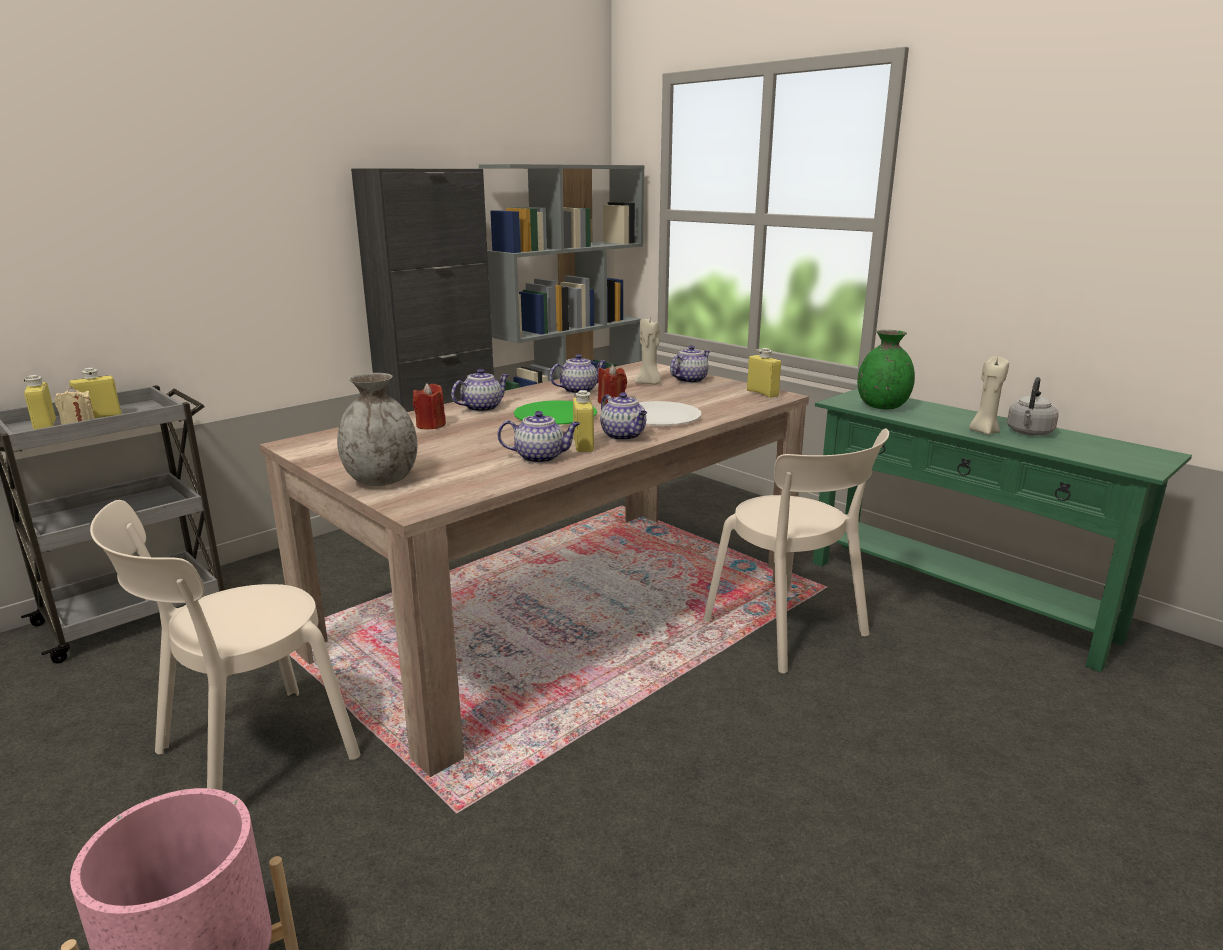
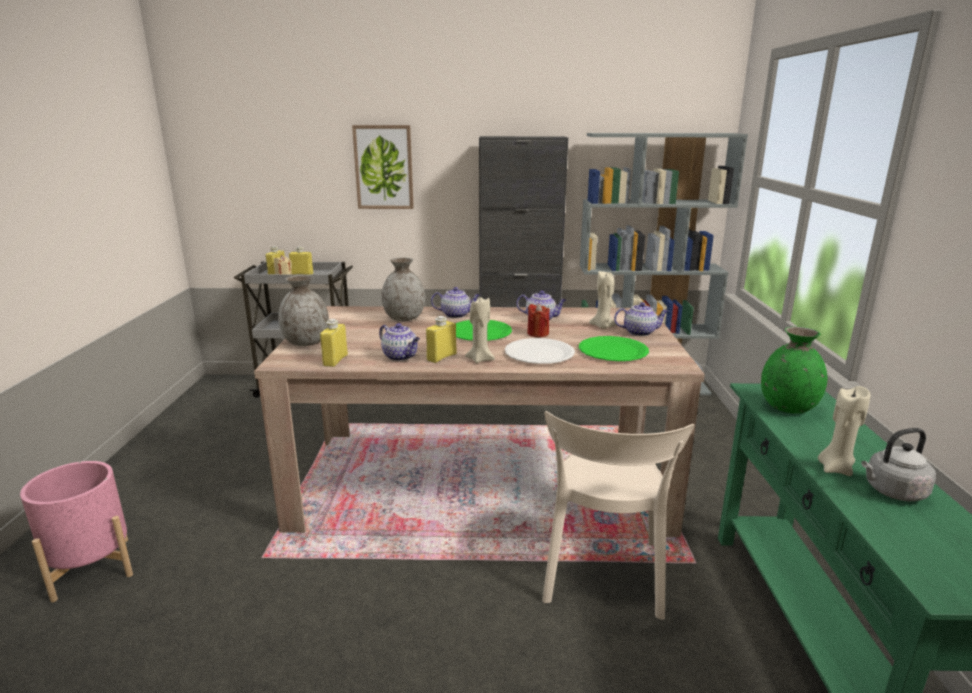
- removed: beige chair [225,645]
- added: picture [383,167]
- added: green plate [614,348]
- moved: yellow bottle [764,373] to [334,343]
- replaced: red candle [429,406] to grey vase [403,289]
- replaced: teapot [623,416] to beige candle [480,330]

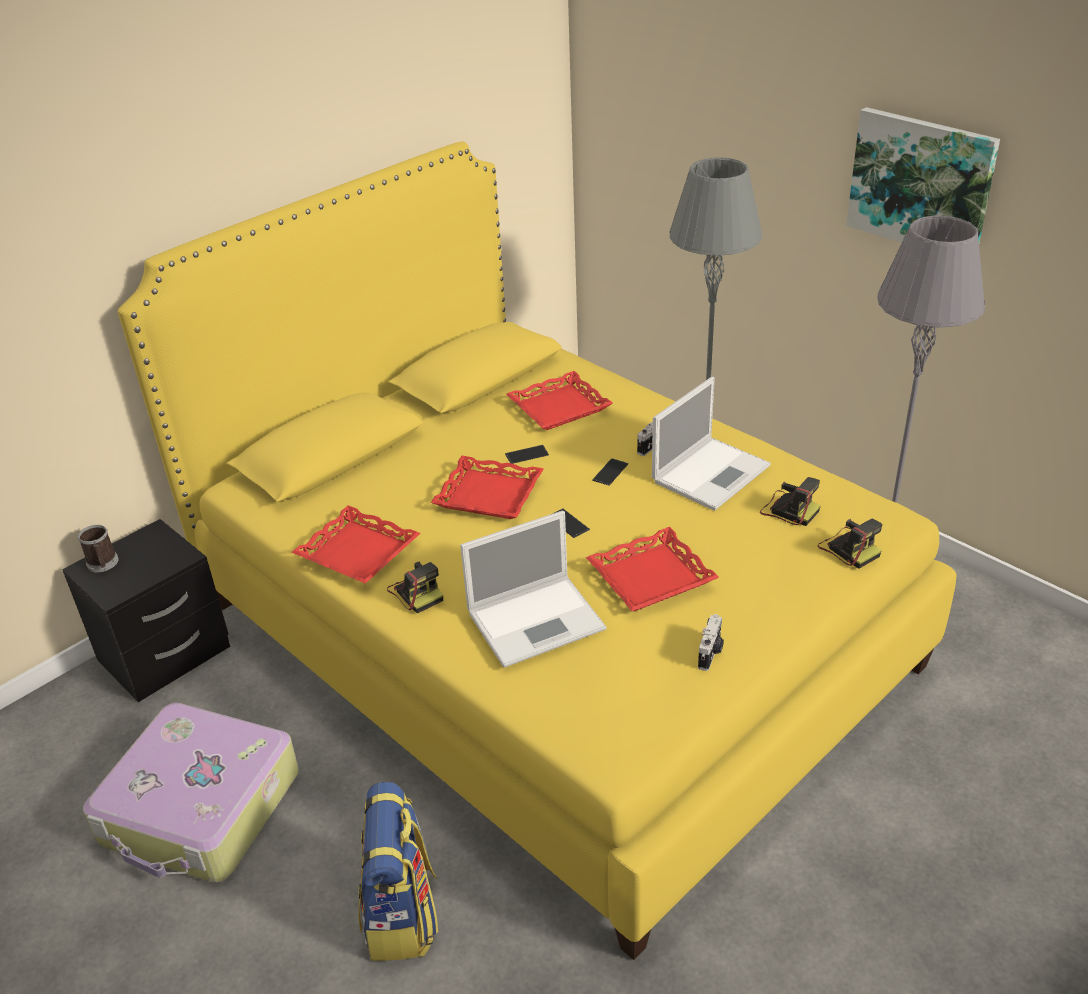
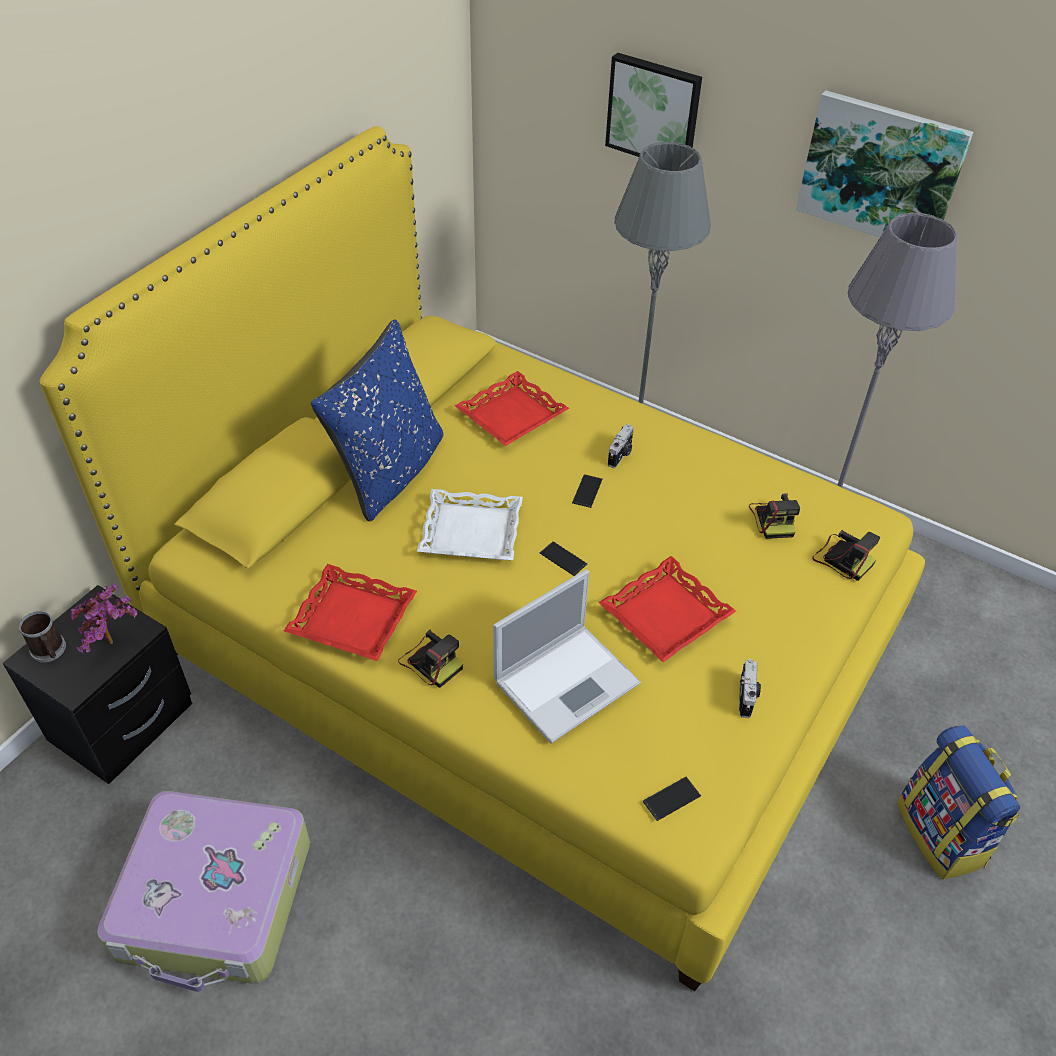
- removed: laptop [711,444]
- added: potted plant [103,618]
- added: blue pillow [377,420]
- added: picture [653,105]
- moved: backpack [398,871] to [958,803]
- moved: phone [527,454] to [671,799]
- recoloured: red tray [487,487] to white tray [470,524]
- turned: photo camera [790,501] = [774,516] 60 degrees clockwise

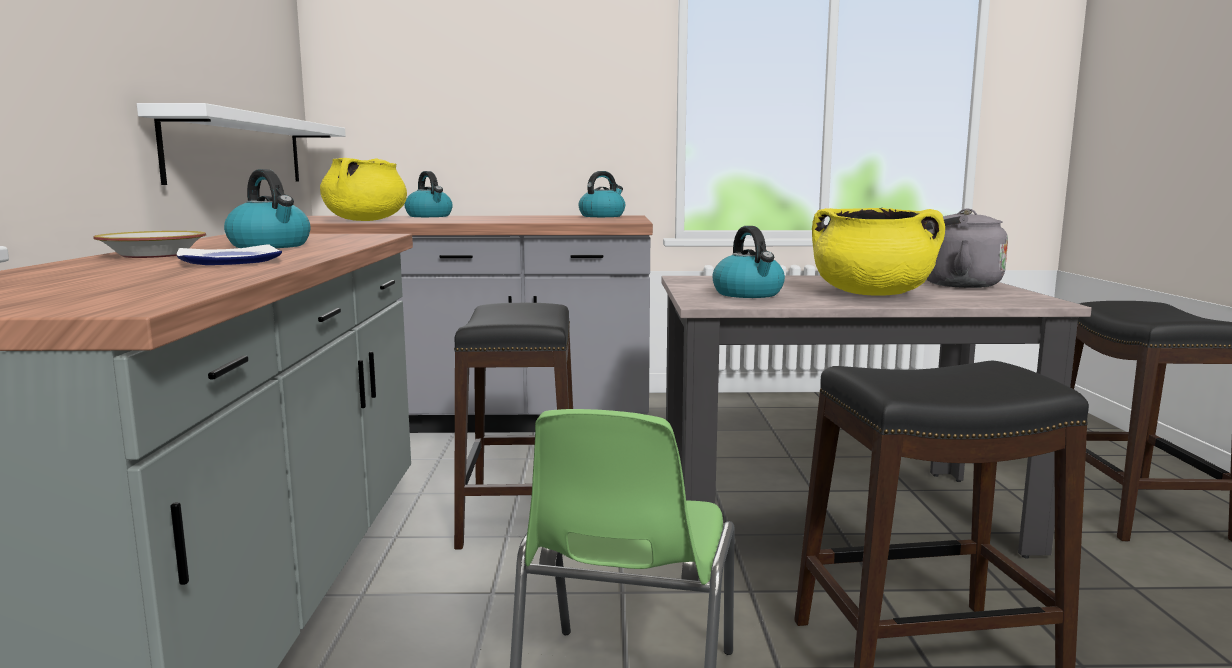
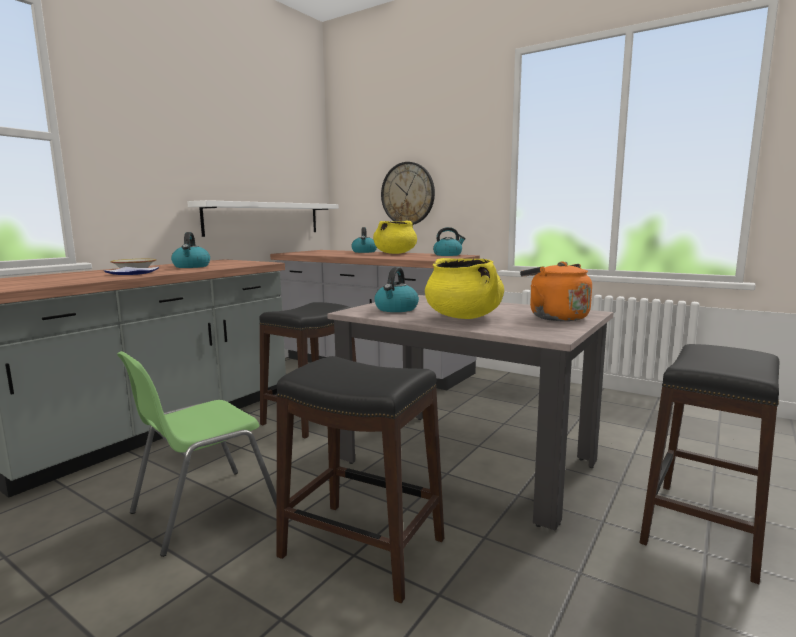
- added: wall clock [408,193]
- moved: yellow cooking pot [363,189] to [395,237]
- recoloured: grey kettle [967,248] to orange kettle [556,291]

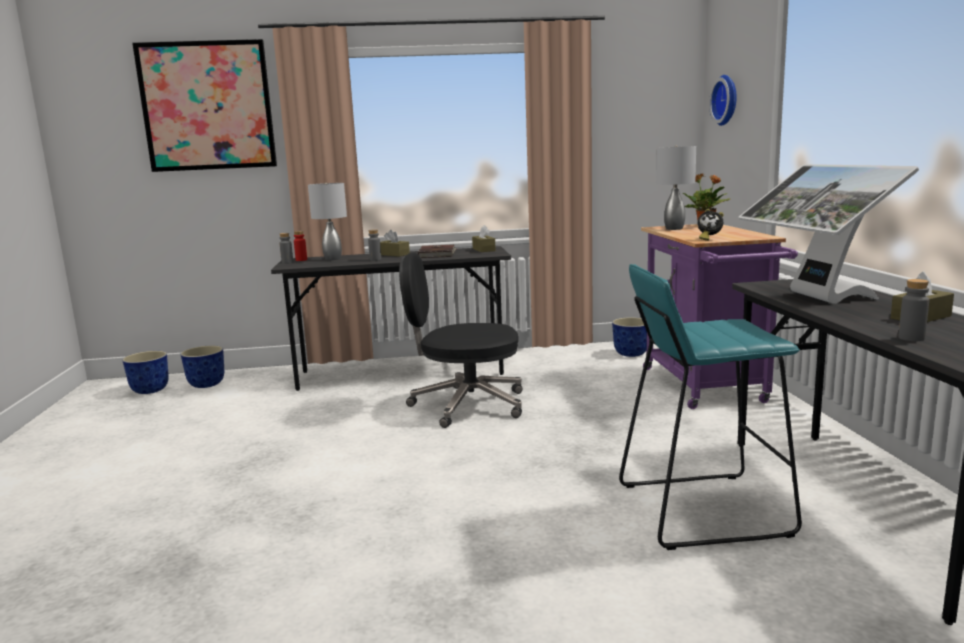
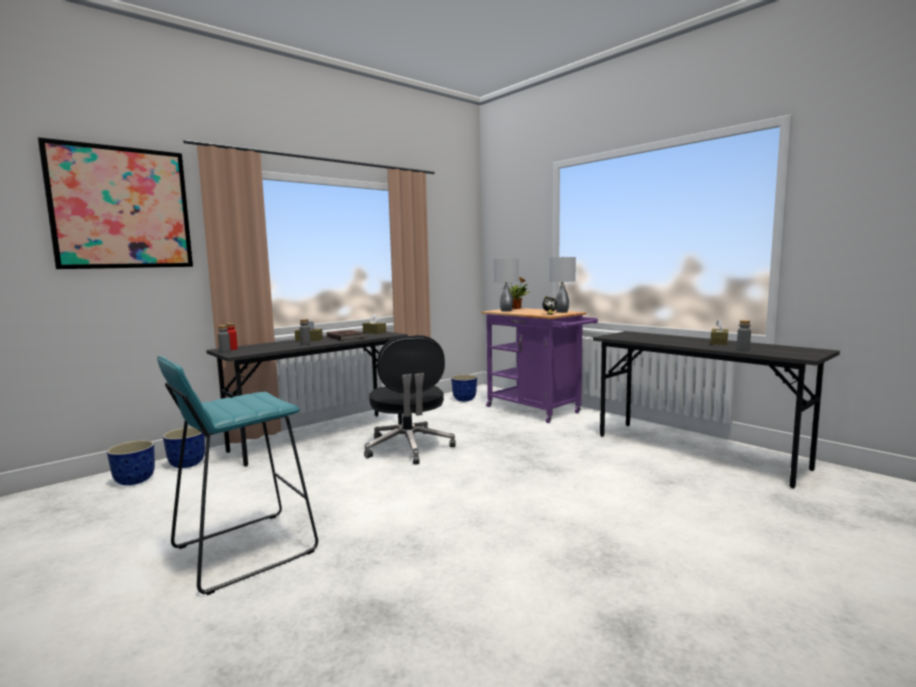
- removed: wall clock [723,100]
- removed: monitor [829,234]
- moved: planter [145,372] to [184,447]
- moved: grey table lamp [327,221] to [562,284]
- moved: turquoise stool [710,407] to [237,475]
- turned: black office chair [460,340] = [410,399] 75 degrees counterclockwise

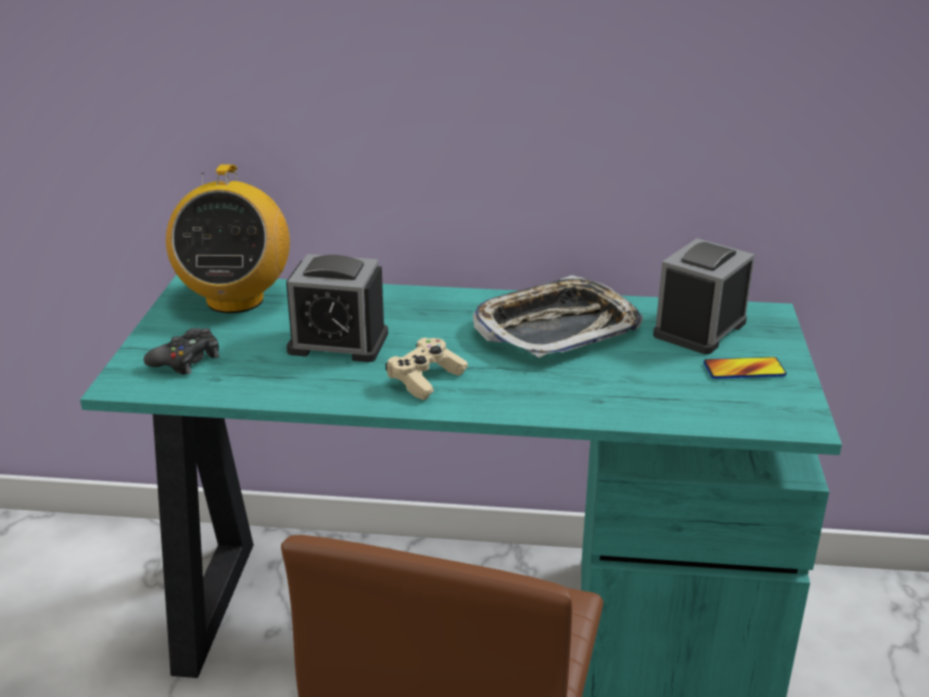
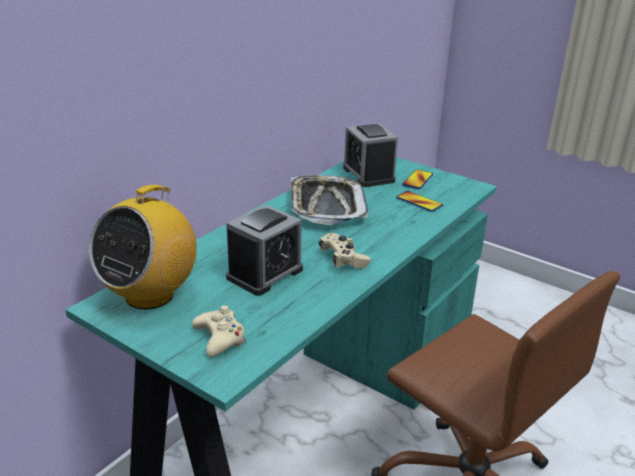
- added: phone [419,201]
- recoloured: black game controller [181,351] to beige game controller [219,331]
- turned: radio [228,239] = [143,247] 90 degrees clockwise

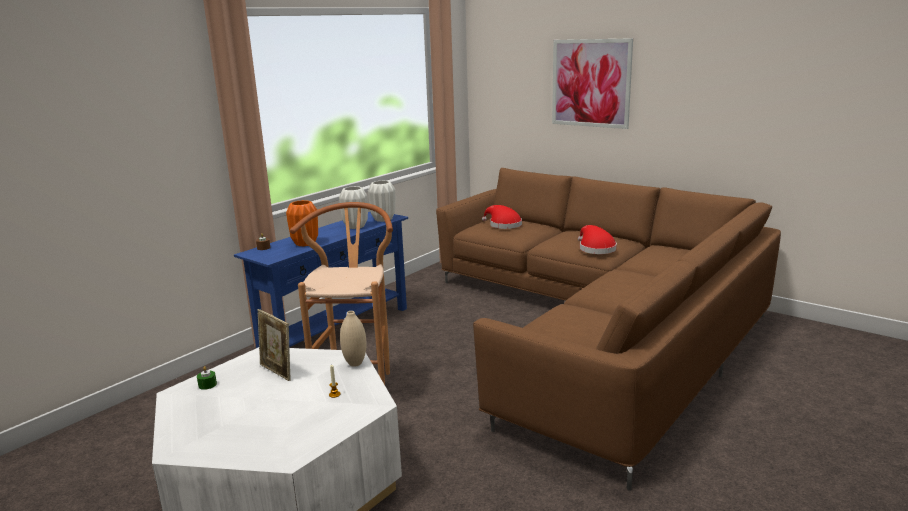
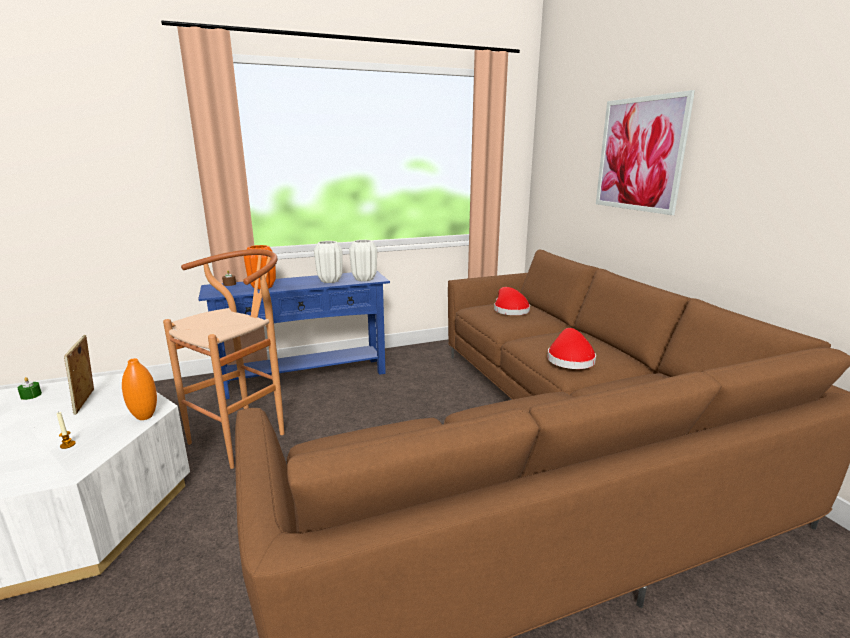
- recoloured: beige vase [353,339] to orange vase [139,389]

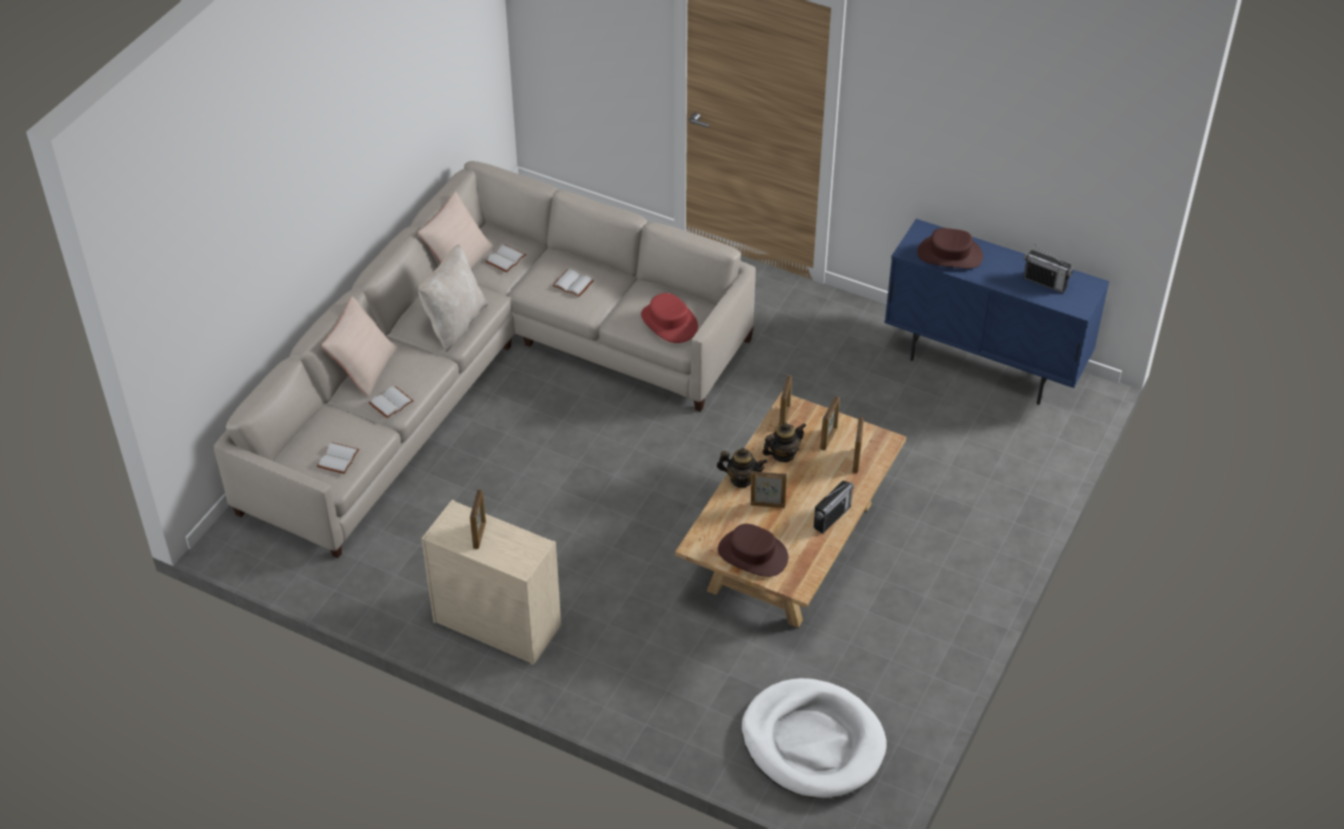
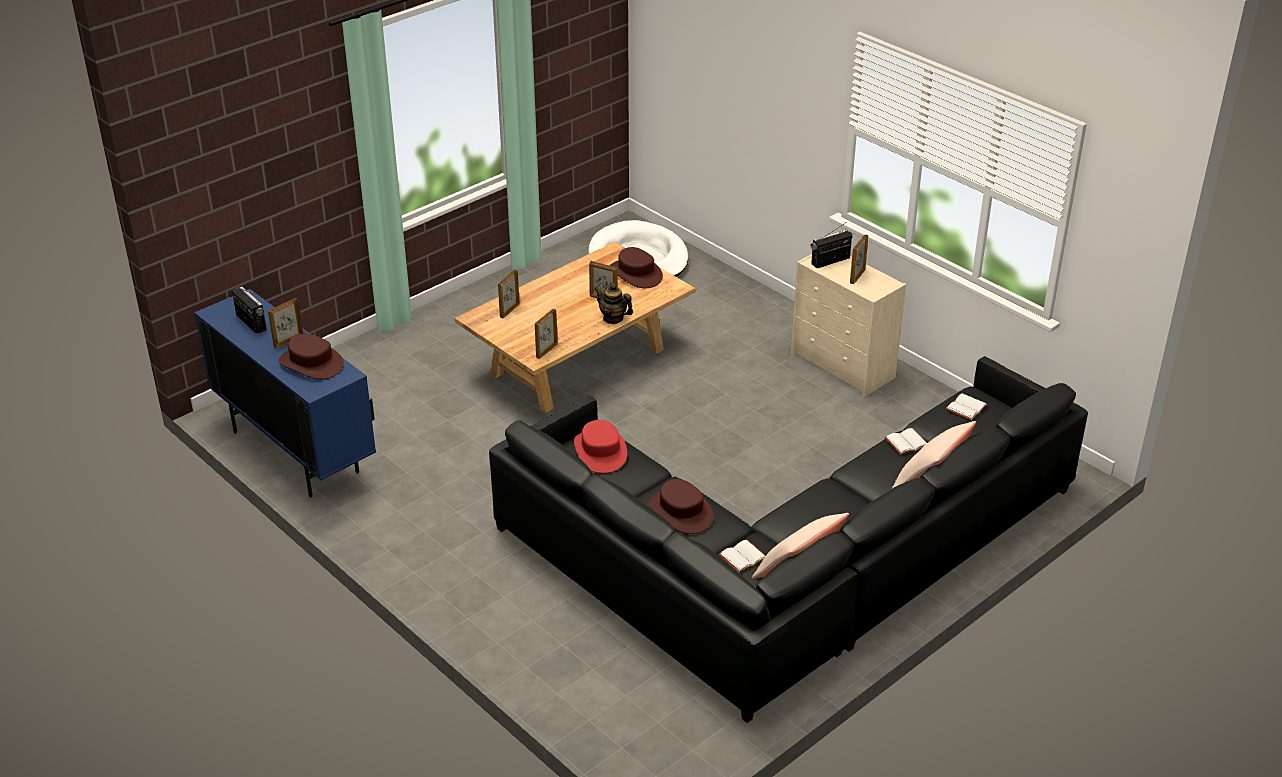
- removed: beige pillow [453,298]
- removed: teapot [784,442]
- moved: radio [834,507] to [832,245]
- moved: picture frame [830,423] to [285,323]
- replaced: white book [573,283] to brown hat [681,506]
- recoloured: beige sofa [485,359] to black sofa [788,539]

